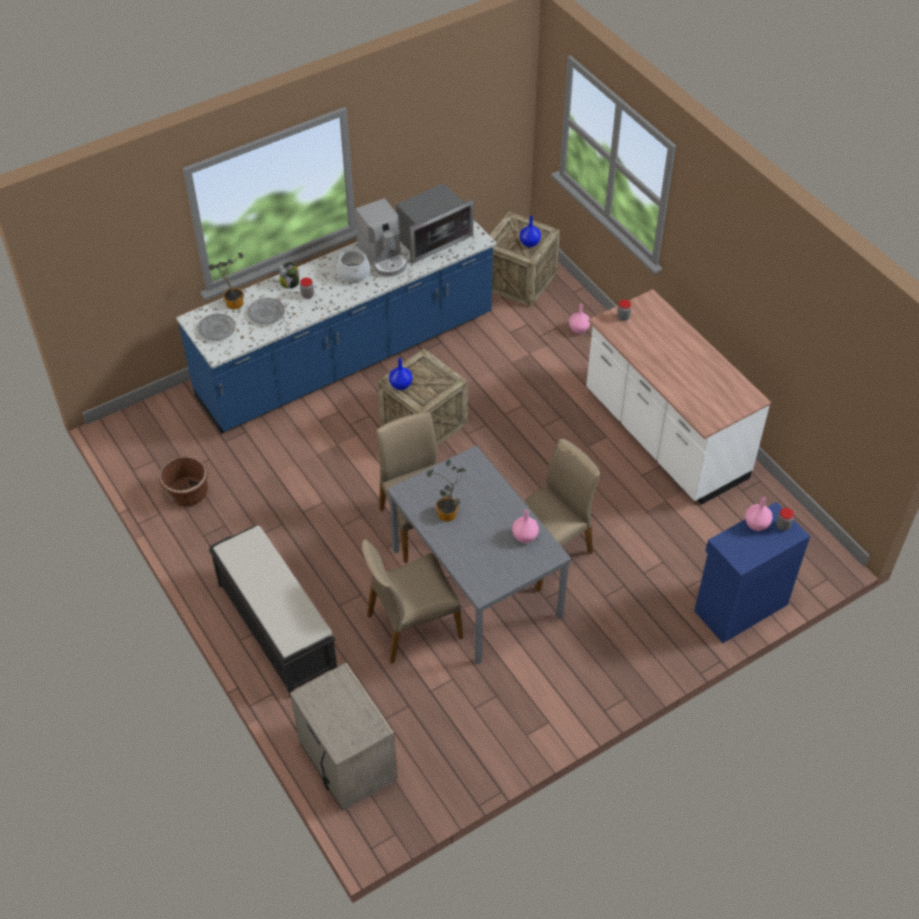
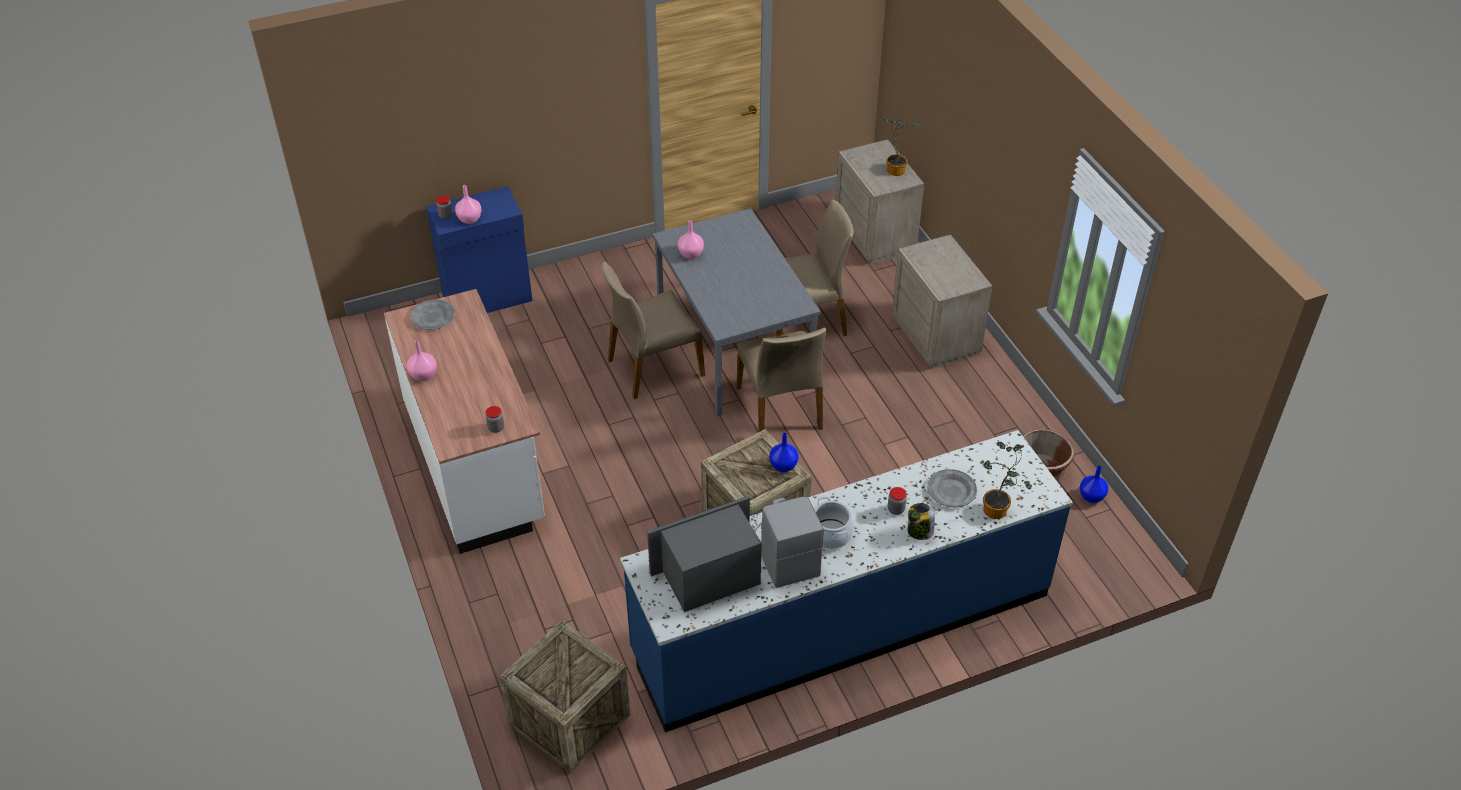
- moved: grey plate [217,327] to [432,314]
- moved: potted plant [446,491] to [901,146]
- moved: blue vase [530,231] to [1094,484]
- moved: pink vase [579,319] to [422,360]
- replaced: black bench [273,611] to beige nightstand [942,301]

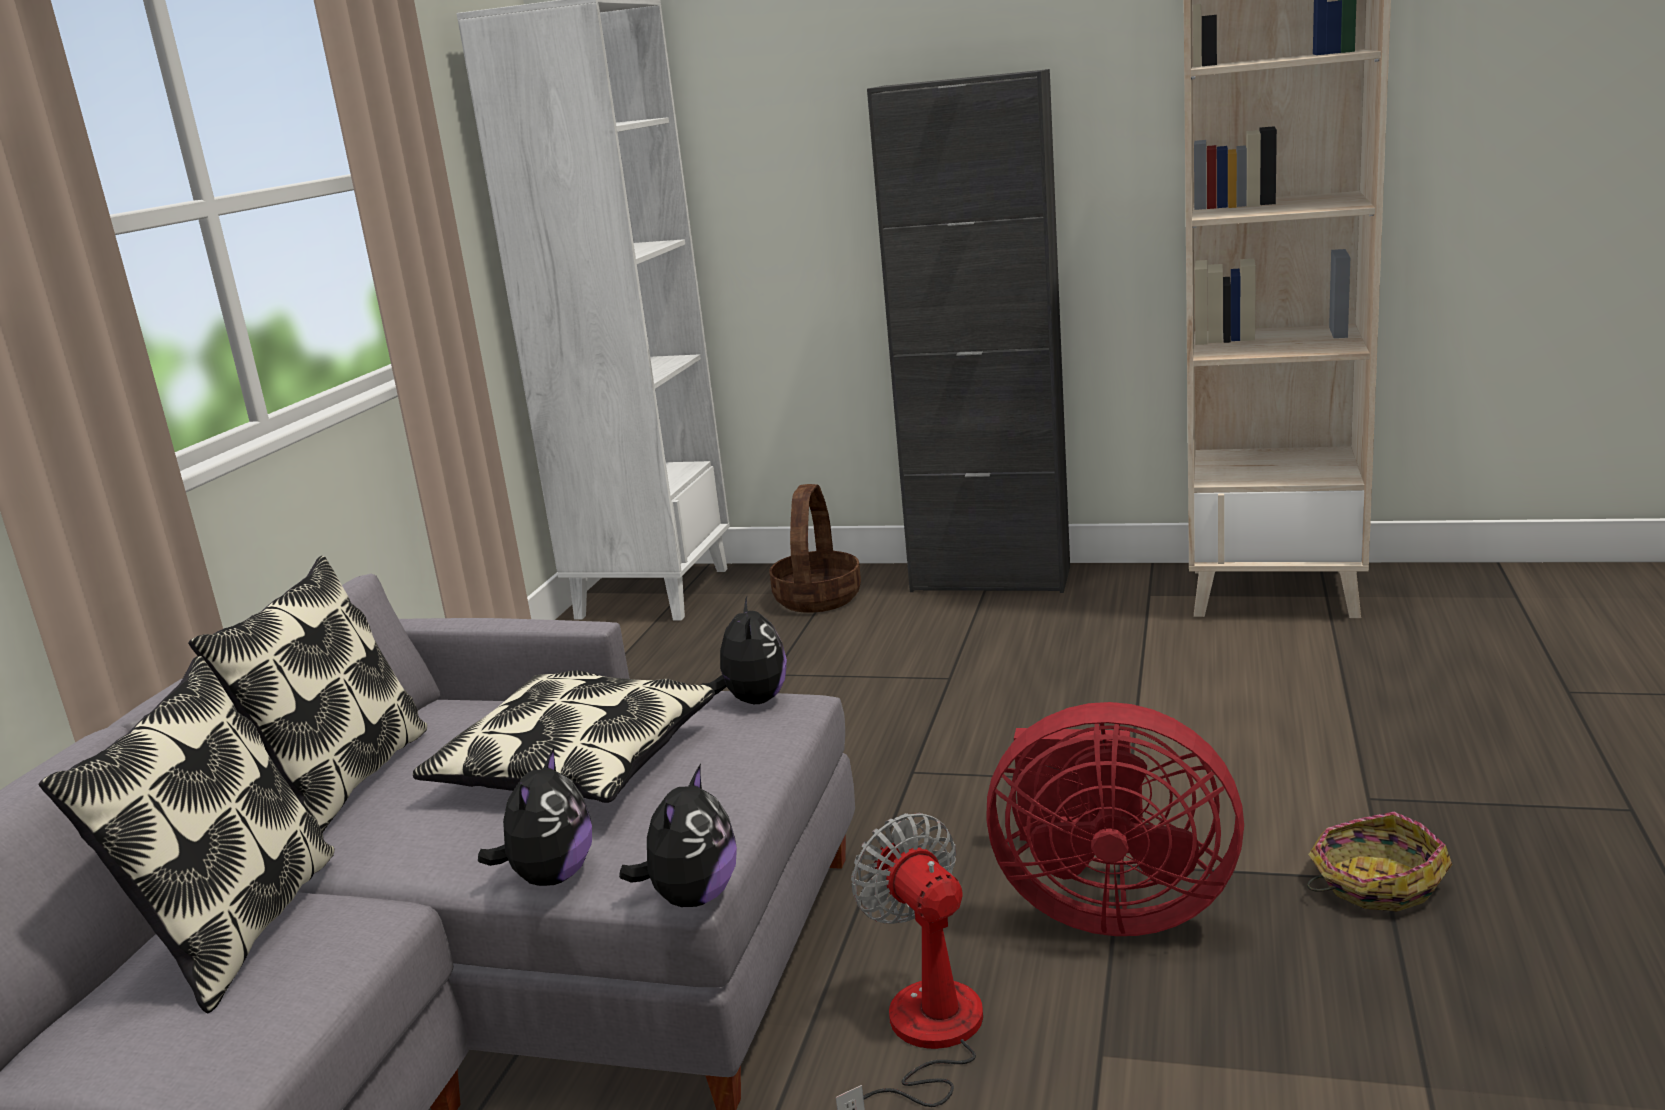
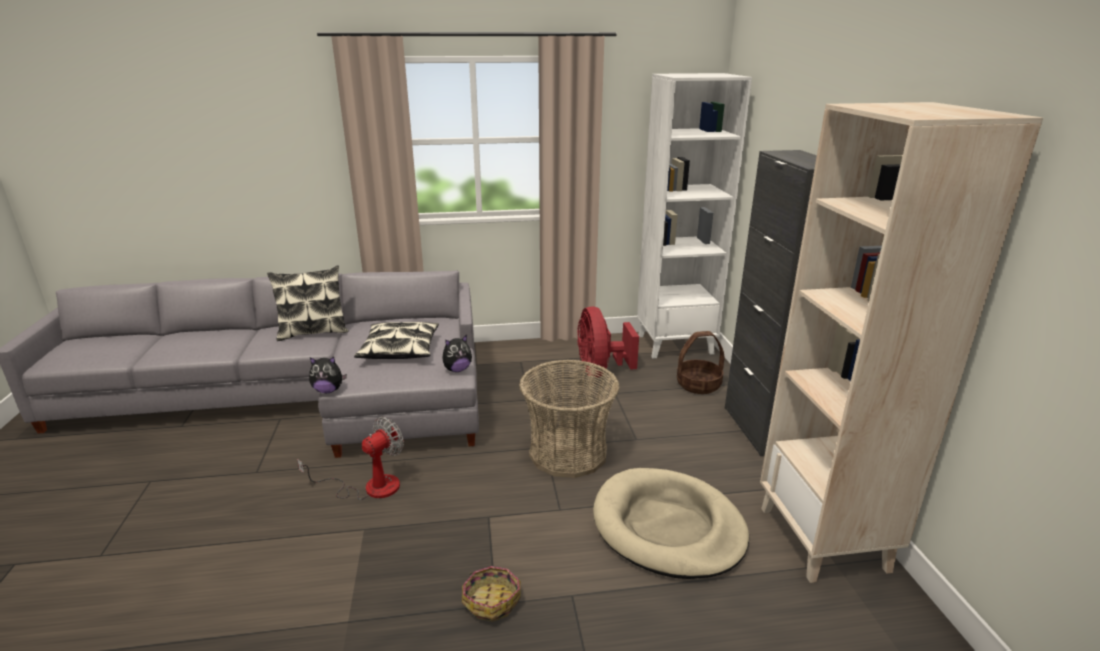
- removed: pillow [307,694]
- removed: plush toy [535,817]
- added: basket [569,419]
- added: beige dog bed [671,523]
- moved: red fan [1115,819] to [608,341]

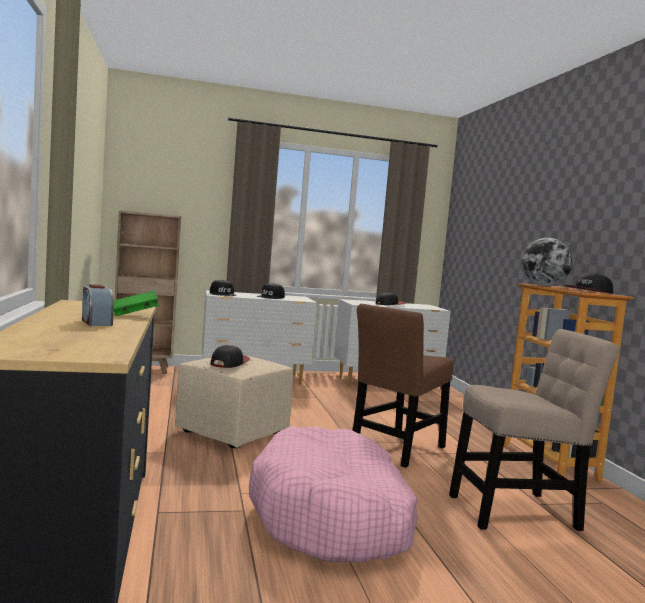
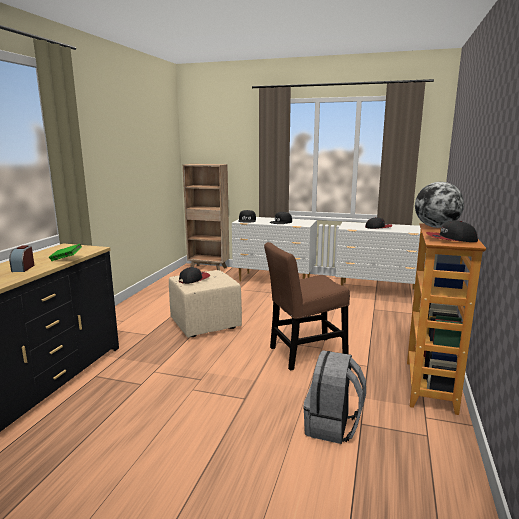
- removed: pink dog bed [333,494]
- replaced: beige chair [534,430] to grey backpack [334,397]

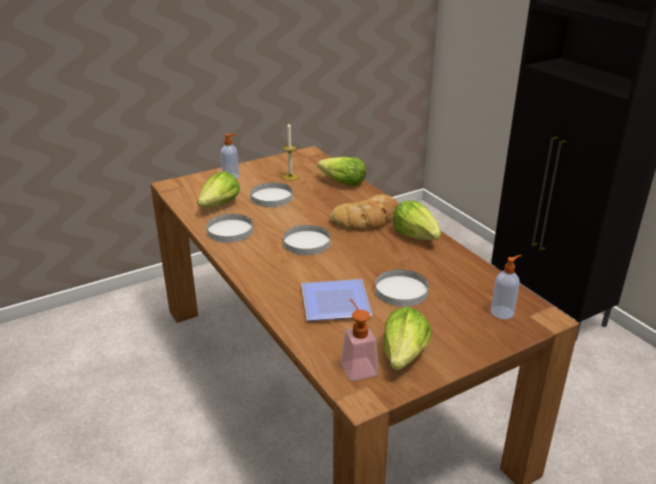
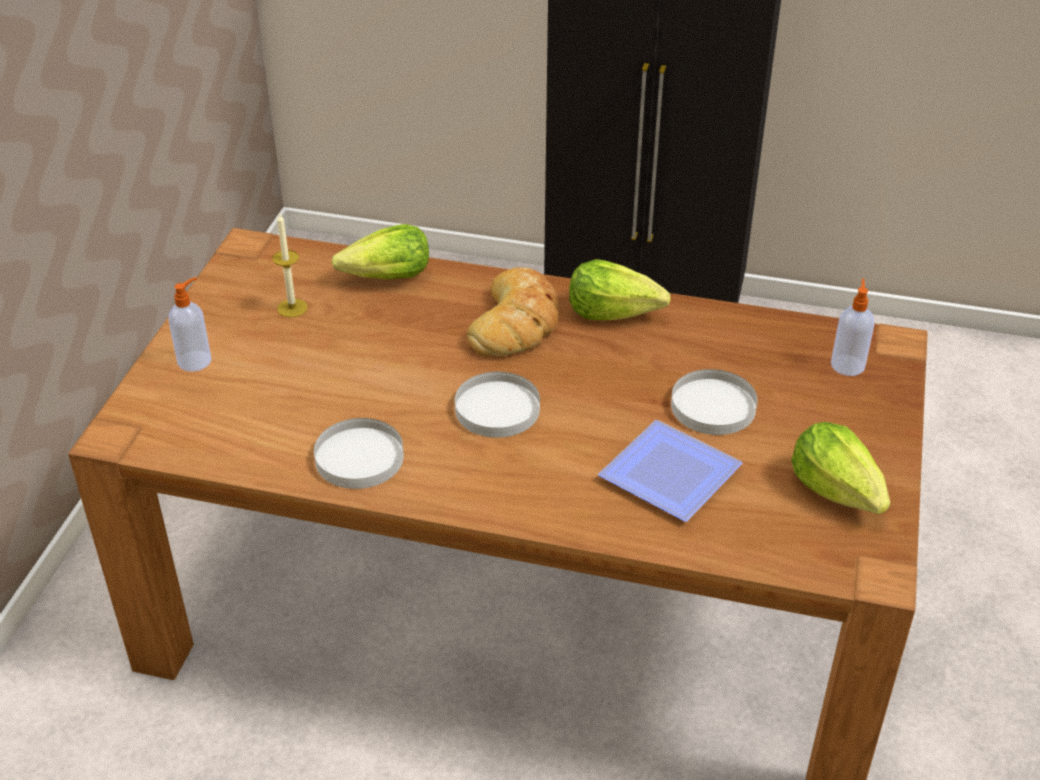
- removed: lettuce [218,190]
- removed: white plate [272,194]
- removed: soap dispenser [359,340]

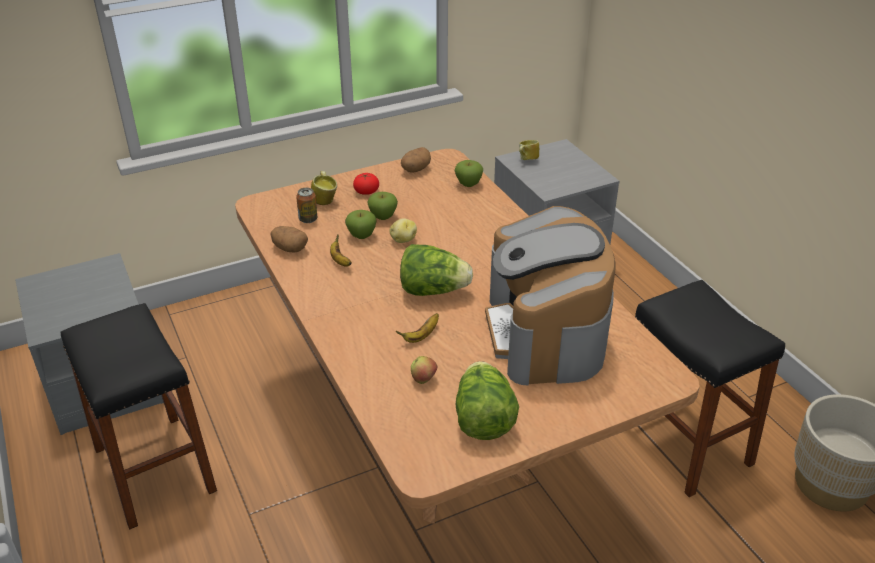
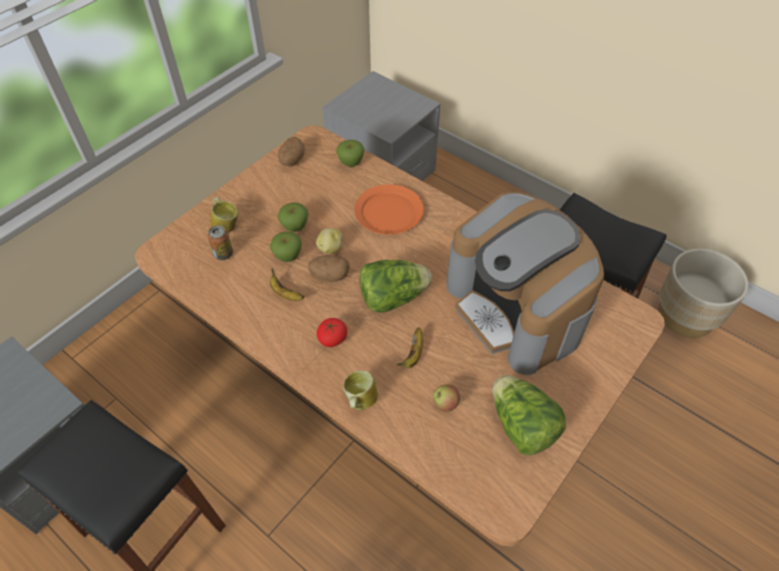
- added: orange plate [389,209]
- moved: potato [289,239] to [328,268]
- moved: tomato [366,184] to [332,332]
- moved: mug [529,150] to [360,390]

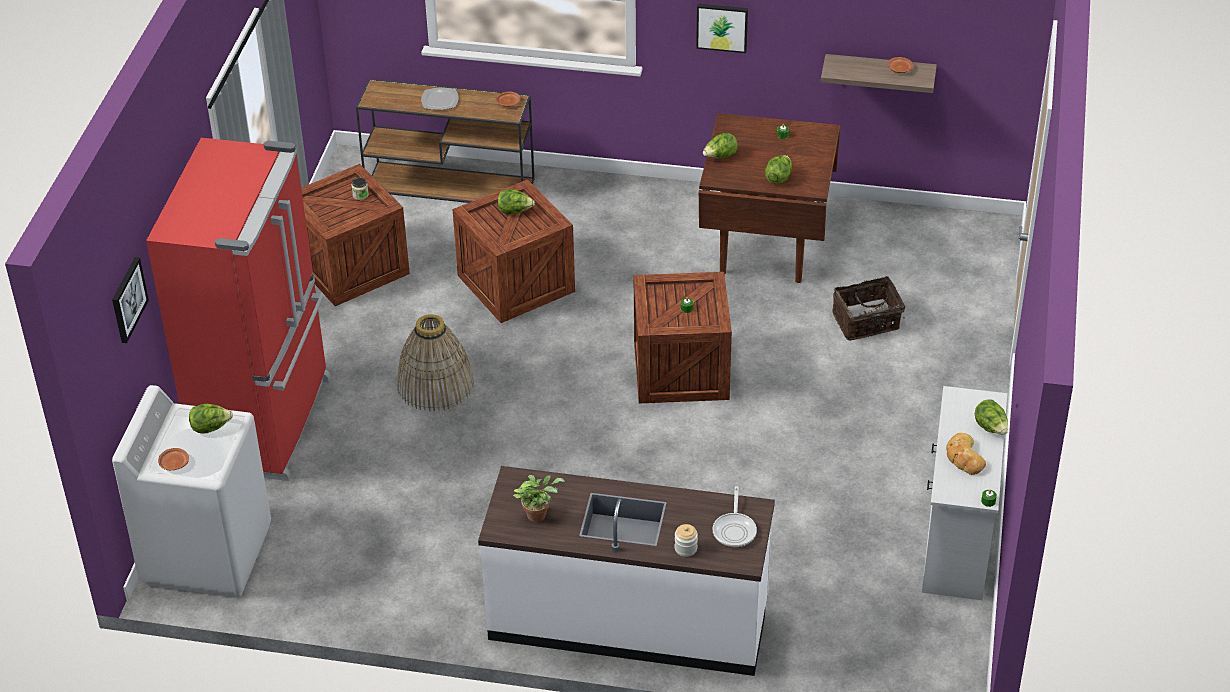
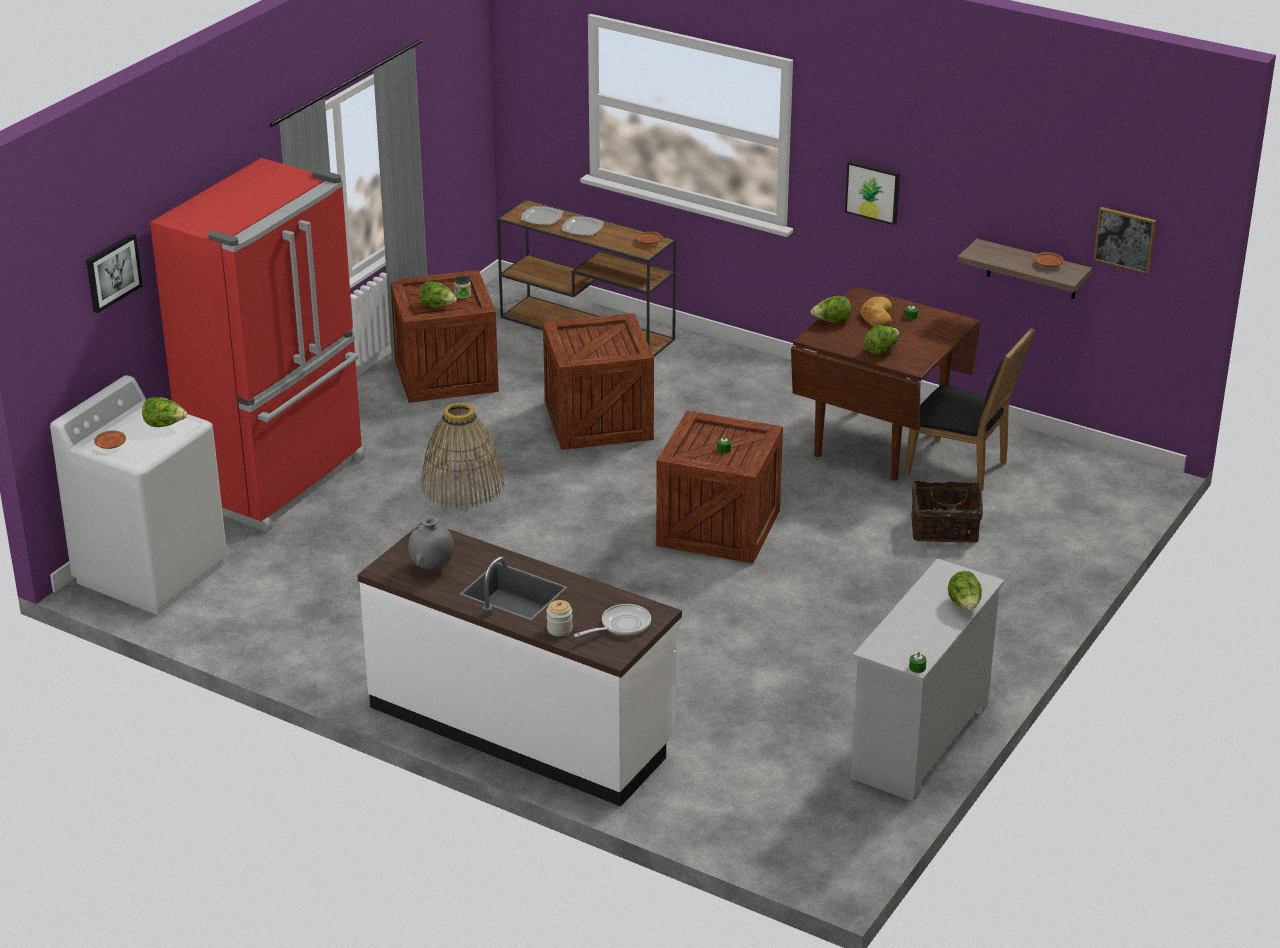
- added: plate [542,215]
- added: black chair [969,409]
- added: picture [1124,240]
- moved: lettuce [516,202] to [438,294]
- moved: bread [966,454] to [876,312]
- replaced: potted plant [539,498] to grey vase [431,543]
- turned: frying pan [734,516] = [612,620] 150 degrees counterclockwise

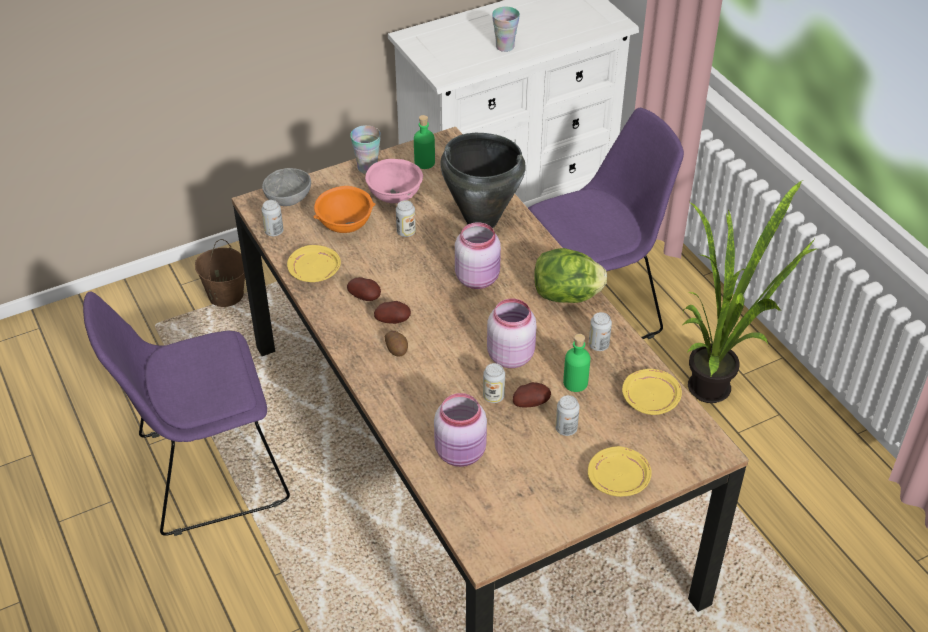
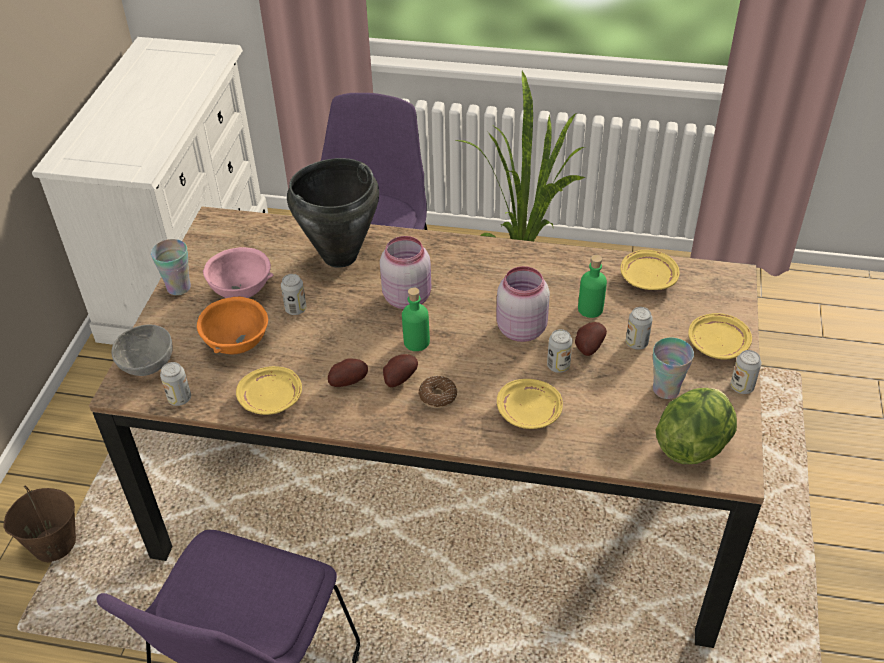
- removed: pink jar [460,430]
- added: yellow plate [530,404]
- moved: green bottle [424,142] to [416,319]
- moved: cup [506,29] to [673,368]
- moved: lettuce [570,275] to [696,426]
- moved: can [600,331] to [745,372]
- replaced: potato [396,343] to donut [438,392]

